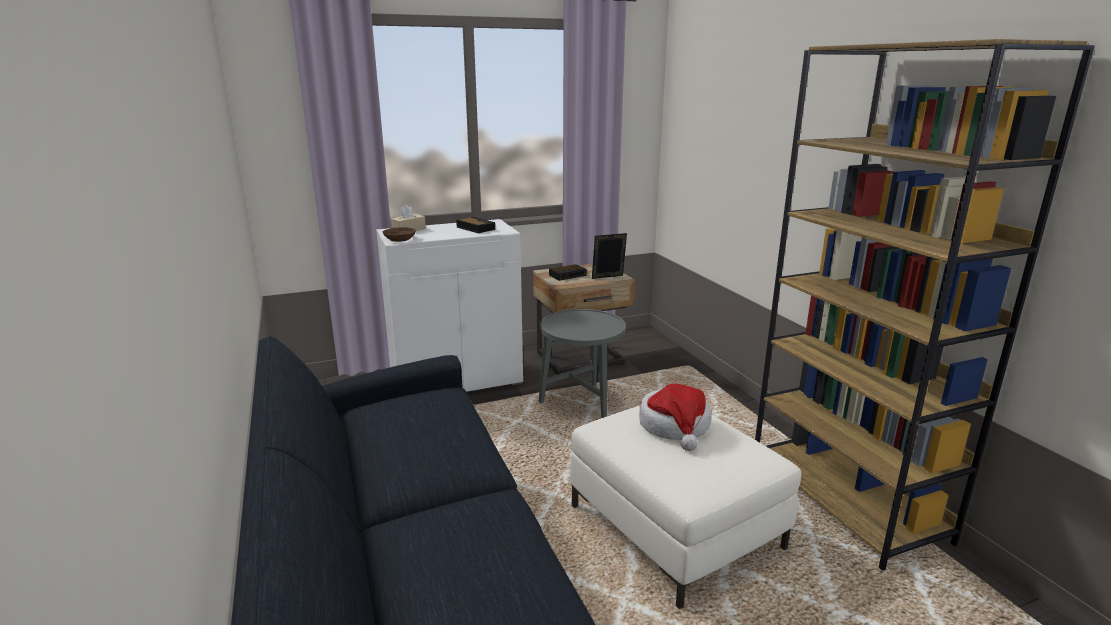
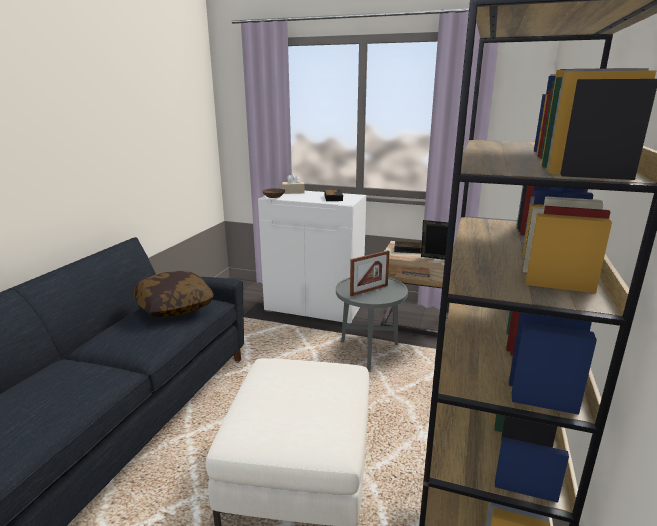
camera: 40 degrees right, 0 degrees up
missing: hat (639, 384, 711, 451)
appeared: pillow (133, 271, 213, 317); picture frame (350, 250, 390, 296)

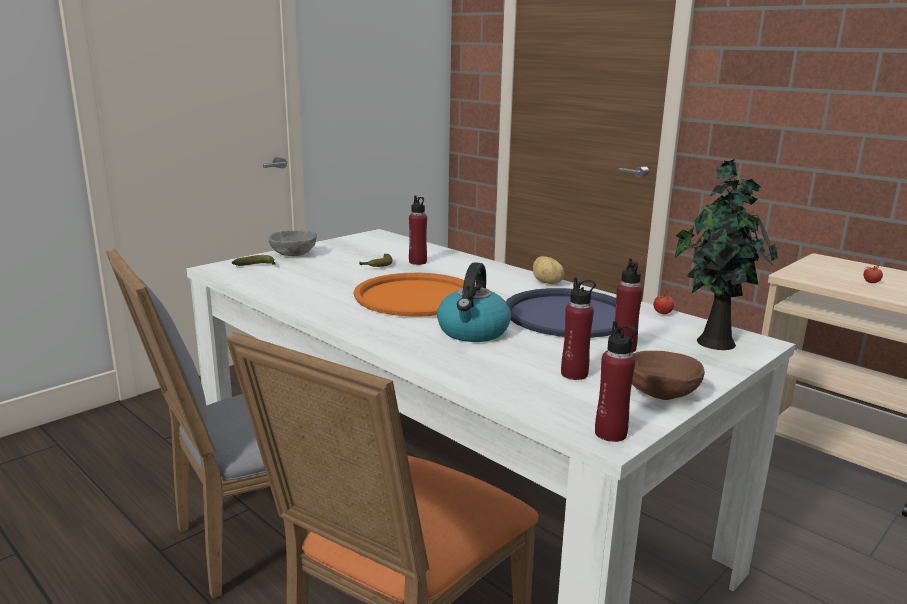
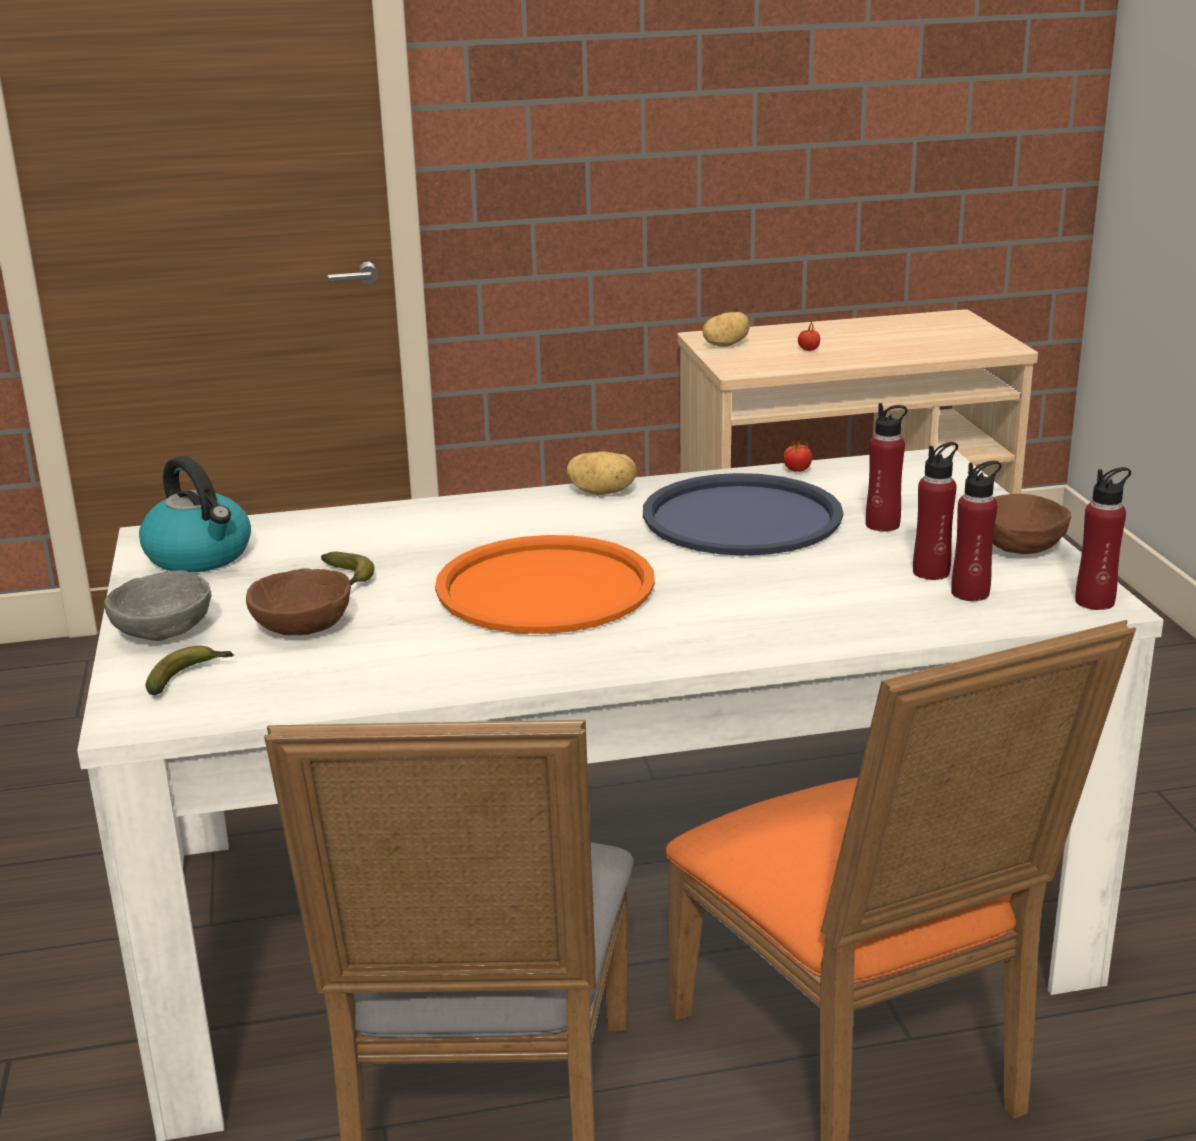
camera: 55 degrees left, 5 degrees up
missing: potted plant (674, 159, 778, 350)
appeared: bowl (brown) (246, 568, 351, 635); potato (702, 312, 750, 347)
relocated: bottle (red) (409, 196, 427, 265) to (951, 461, 1002, 601); kettle (437, 262, 511, 342) to (139, 456, 251, 573)

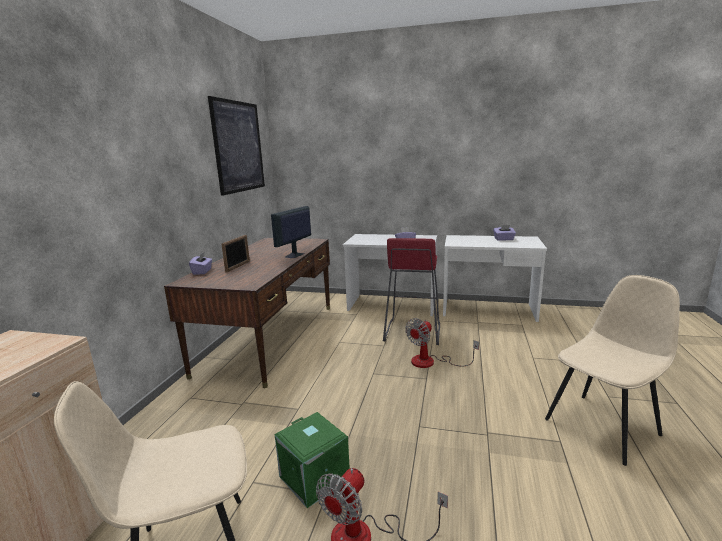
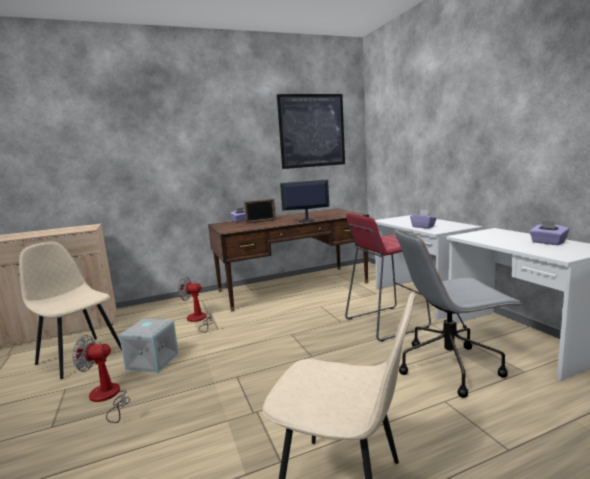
camera: 55 degrees right, 5 degrees down
appeared: office chair (grey) (394, 228, 522, 398)
relocated: fan (405, 318, 479, 368) to (178, 277, 212, 333)
colour: storage box (green) (275, 412, 350, 508) to storage box (grey) (119, 319, 179, 373)

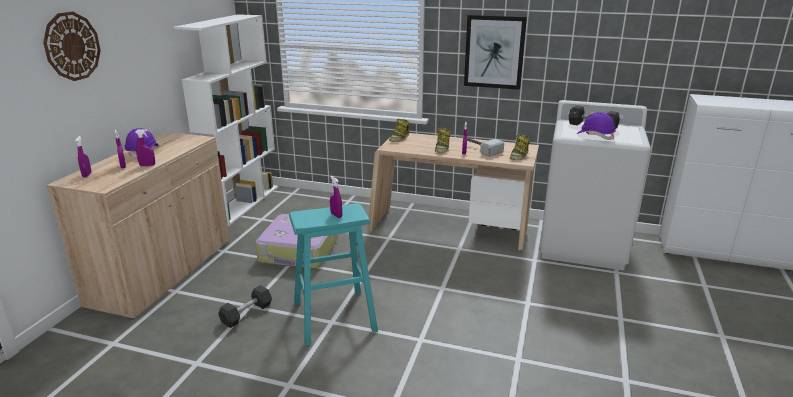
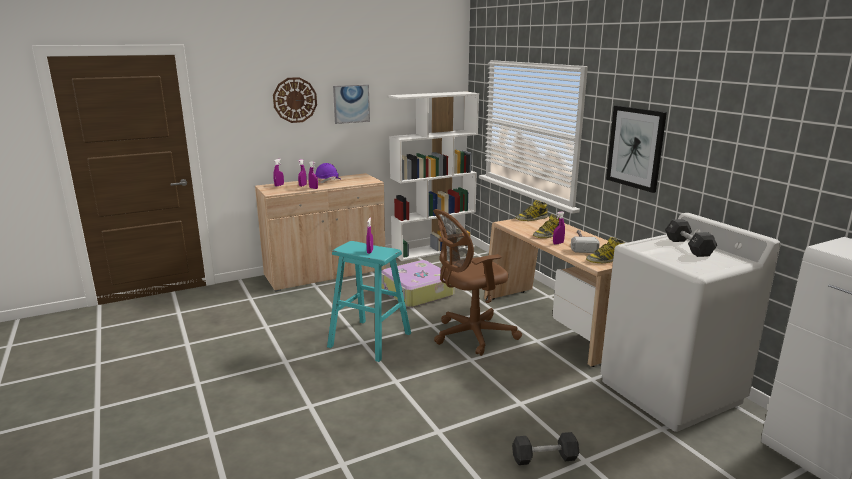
camera: 45 degrees right, 5 degrees down
missing: hard hat (purple) (577, 112, 616, 140)
appeared: picture (333, 84, 370, 124); office chair (brown) (433, 209, 522, 356)
relocated: dumbbell (black) (218, 285, 272, 328) to (512, 432, 579, 465)

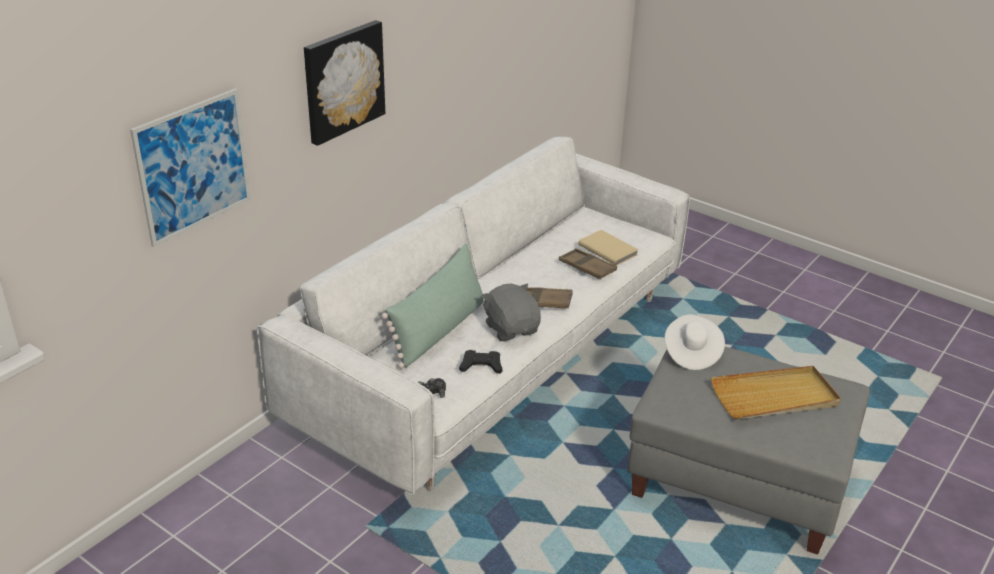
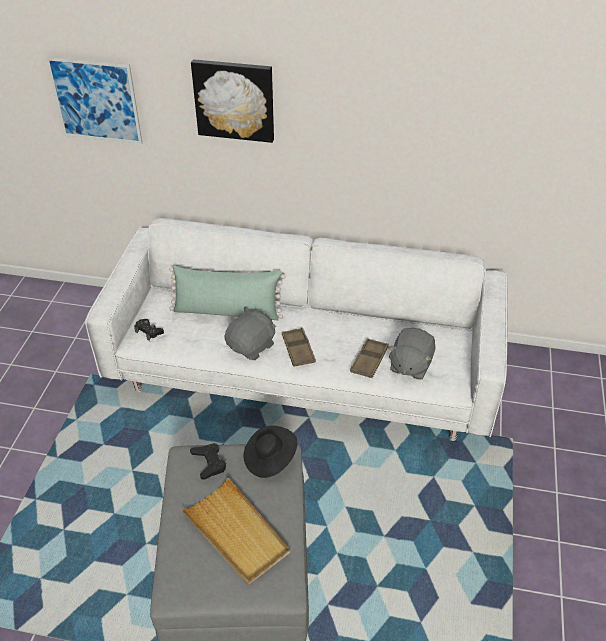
camera: 65 degrees right, 10 degrees up
relocated: game controller (black) (459, 350, 503, 374) to (190, 443, 226, 480)
exchanged: book (beige) (578, 230, 638, 266) to plush toy (grey) (388, 328, 436, 379)
colour: hat (white) (665, 314, 725, 370) to hat (black) (243, 426, 297, 478)

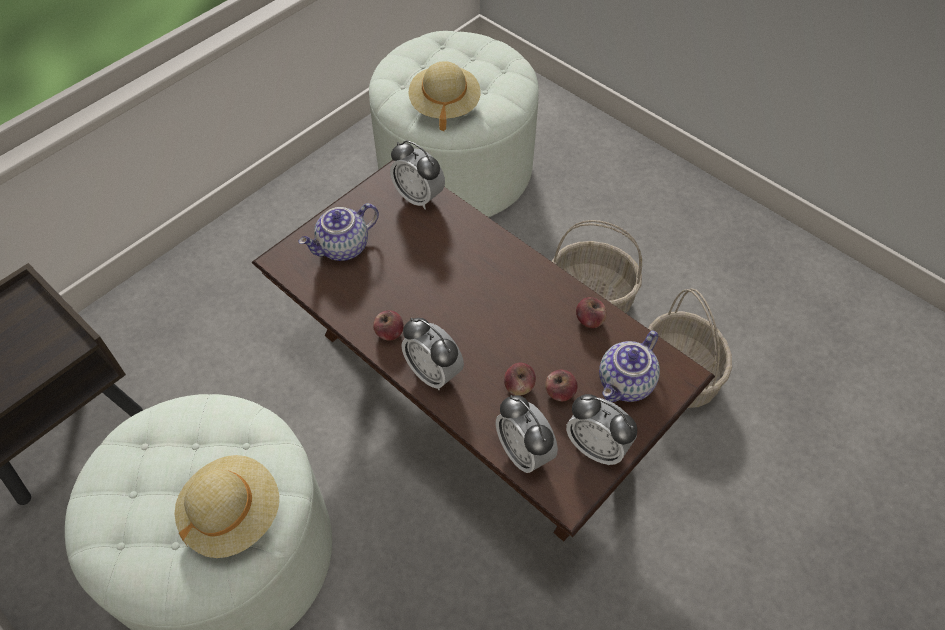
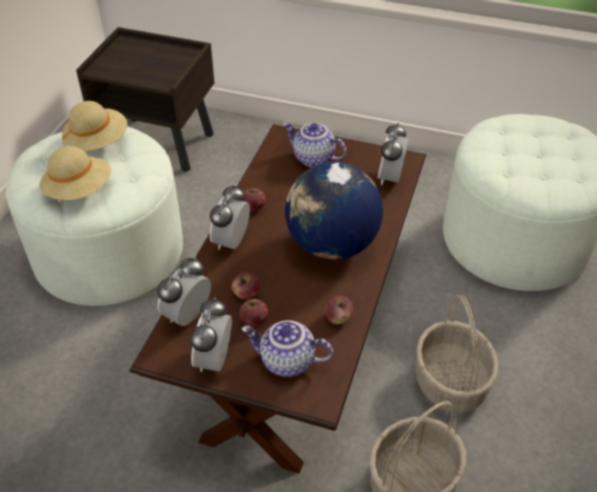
camera: 65 degrees right, 10 degrees down
appeared: globe (285, 162, 383, 260)
relocated: hat (beige) (409, 61, 480, 131) to (62, 101, 127, 151)

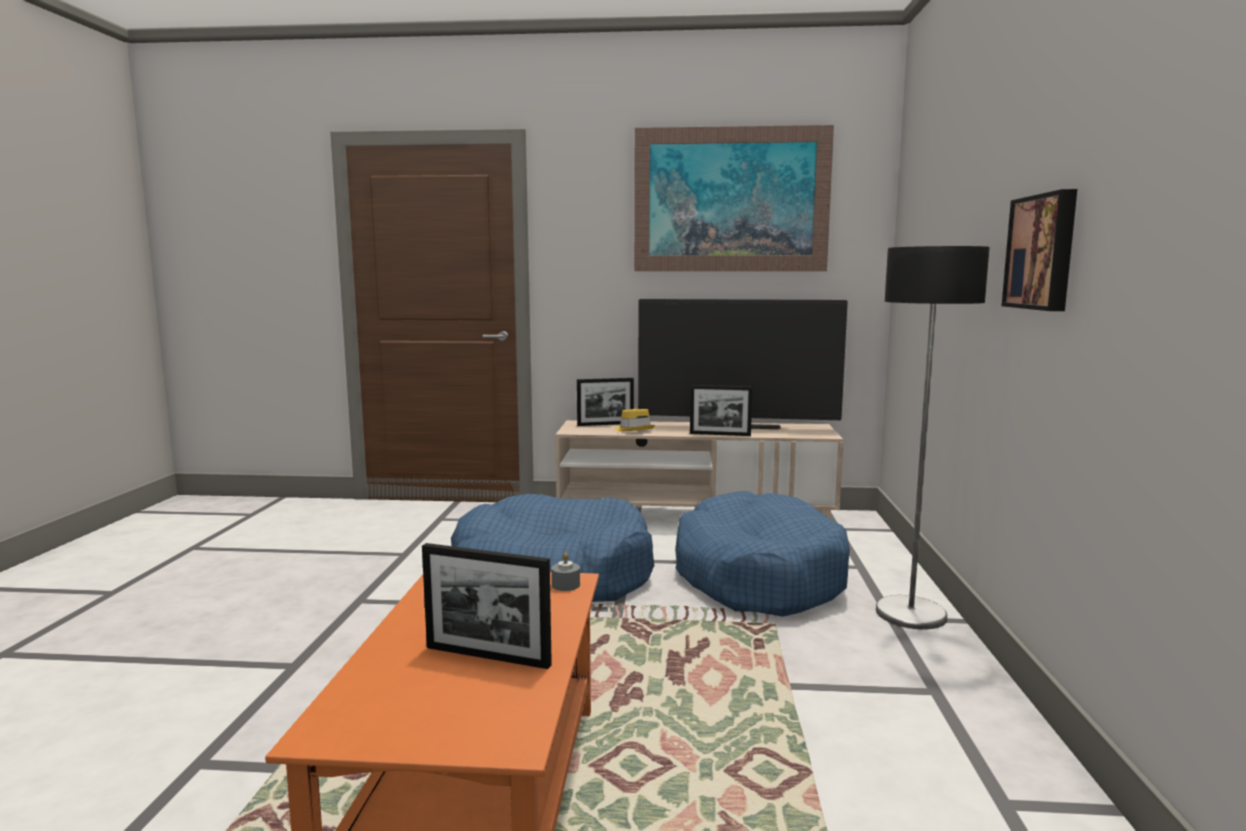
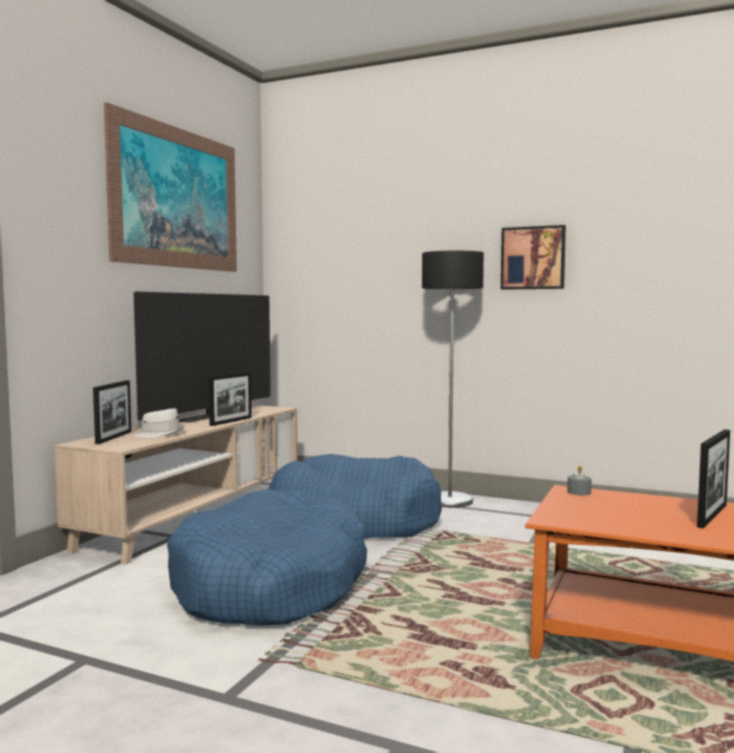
camera: 70 degrees left, 5 degrees down
colour: hat (yellow) (615, 409, 655, 431) to hat (white) (134, 408, 185, 438)

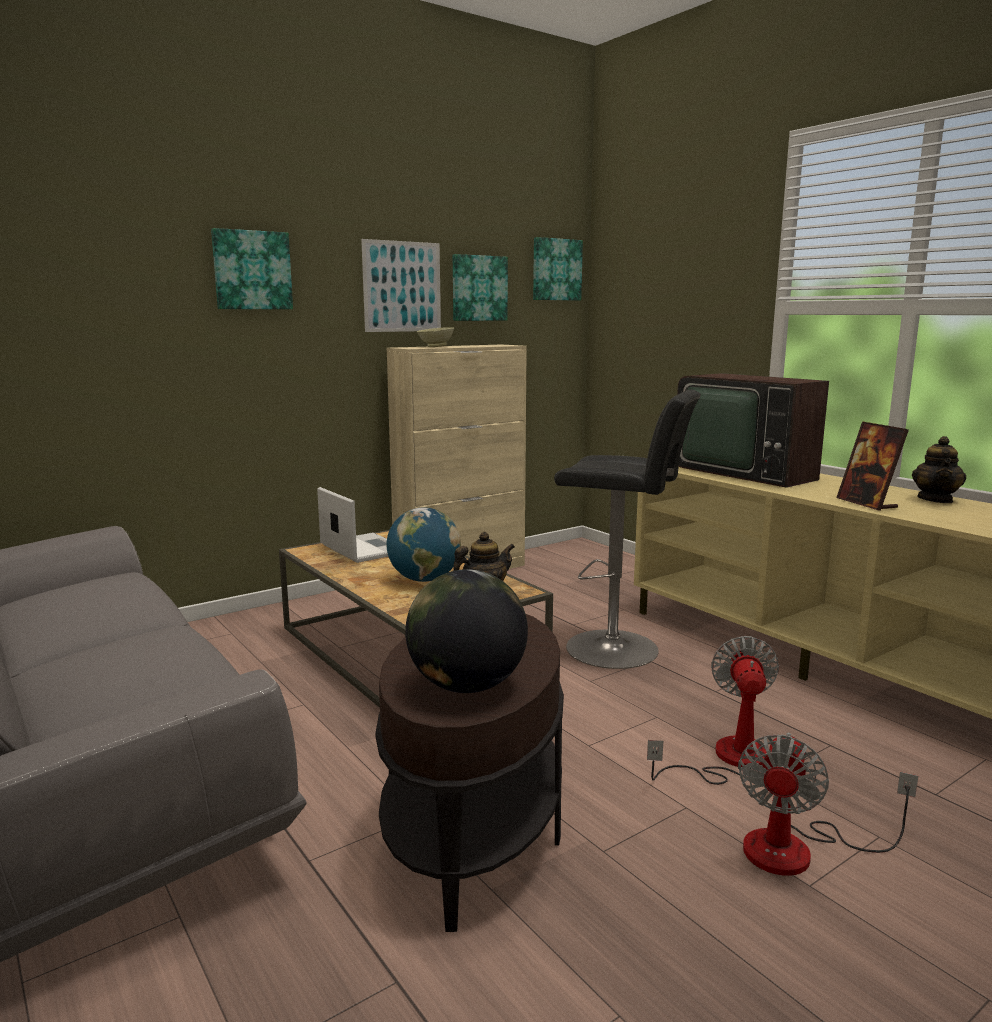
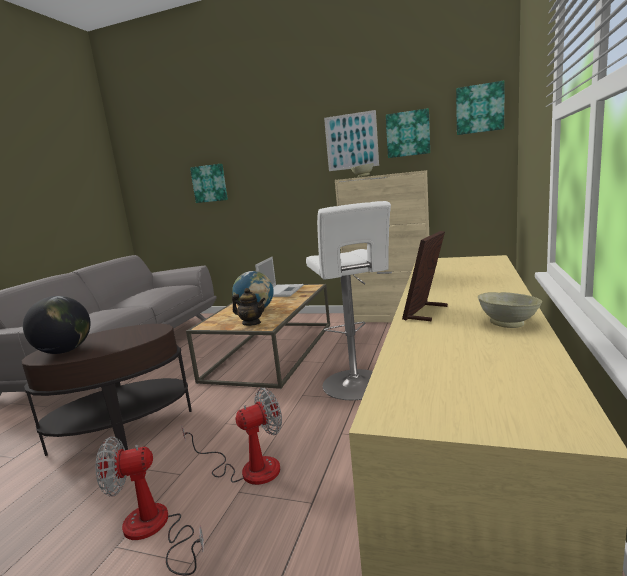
camera: 55 degrees right, 0 degrees up
missing: television (677, 373, 829, 488)
relocated: picture (211, 228, 293, 309) to (190, 164, 228, 203)
exchanged: teapot (912, 436, 966, 503) to bowl (beige) (478, 292, 542, 328)
colour: stool (black) (554, 389, 701, 669) to stool (white) (306, 201, 391, 400)

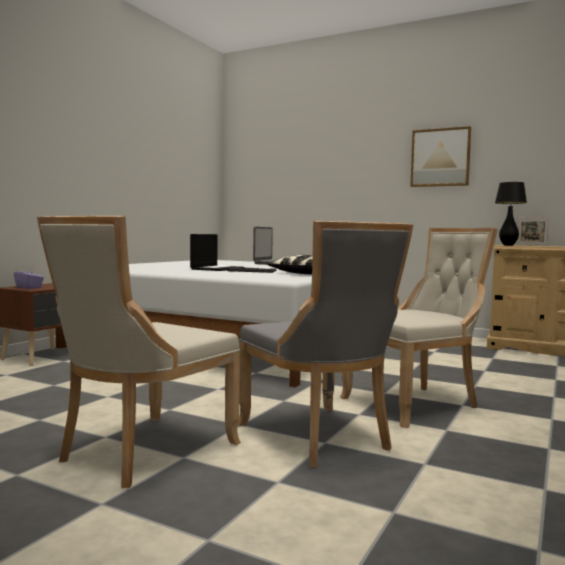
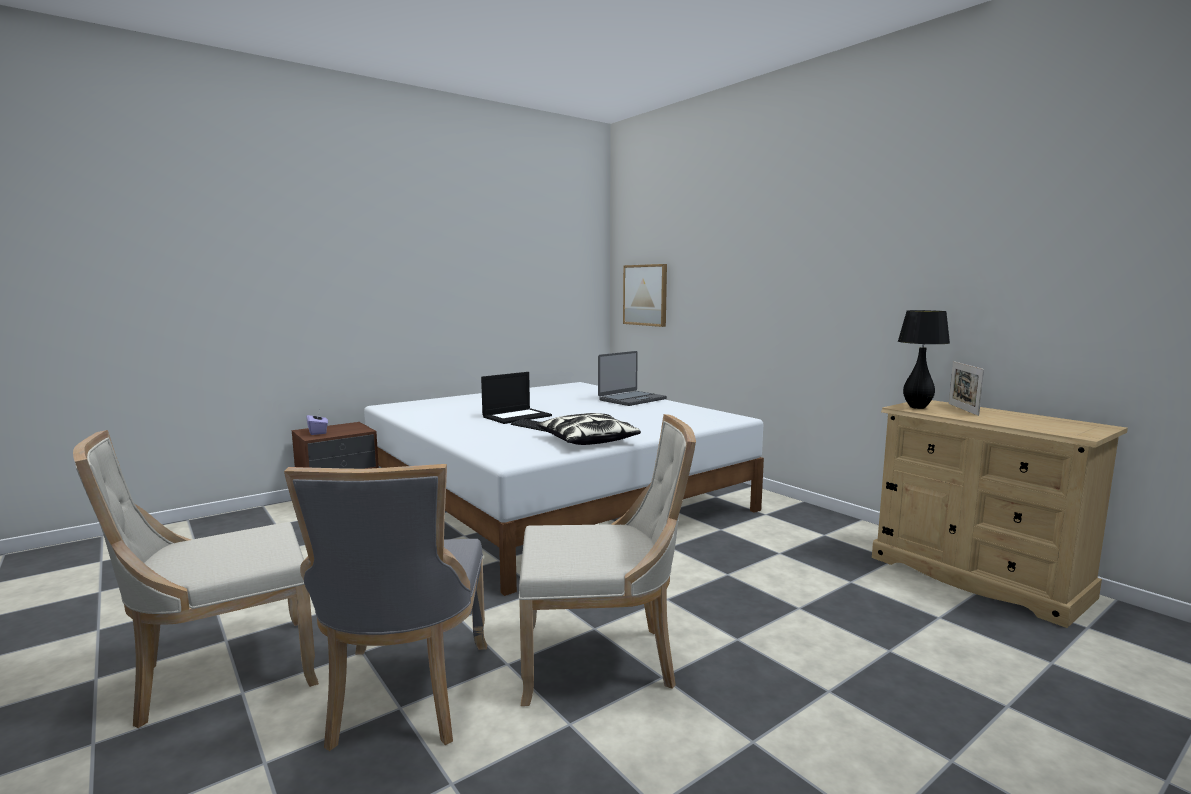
camera: 25 degrees right, 5 degrees up
relocated: picture (410, 126, 471, 187) to (623, 264, 667, 327)

